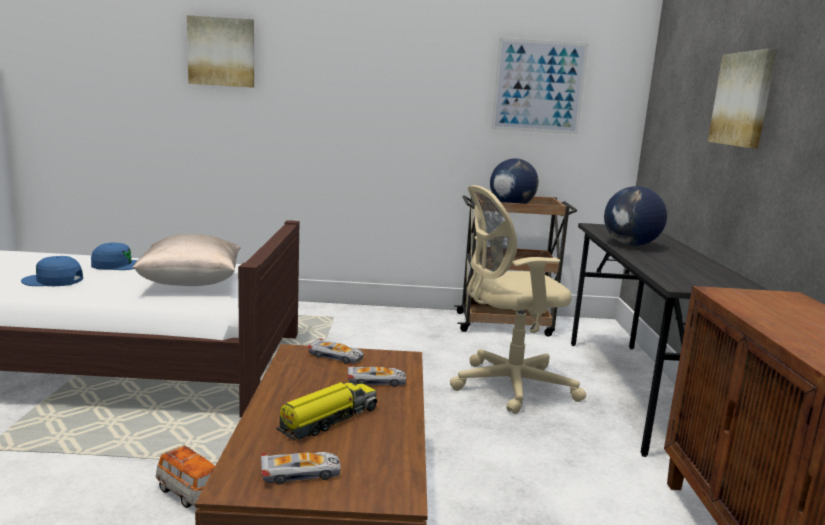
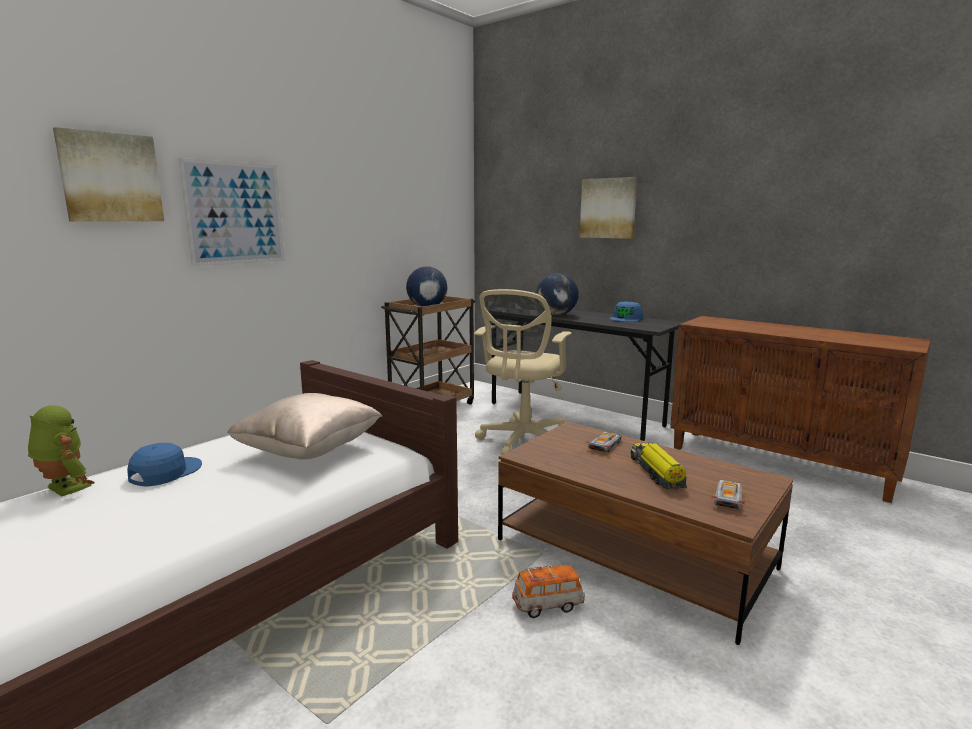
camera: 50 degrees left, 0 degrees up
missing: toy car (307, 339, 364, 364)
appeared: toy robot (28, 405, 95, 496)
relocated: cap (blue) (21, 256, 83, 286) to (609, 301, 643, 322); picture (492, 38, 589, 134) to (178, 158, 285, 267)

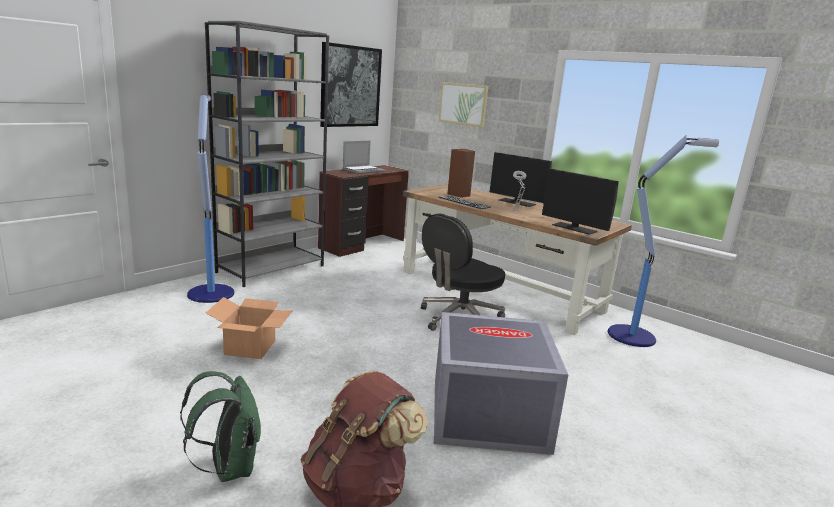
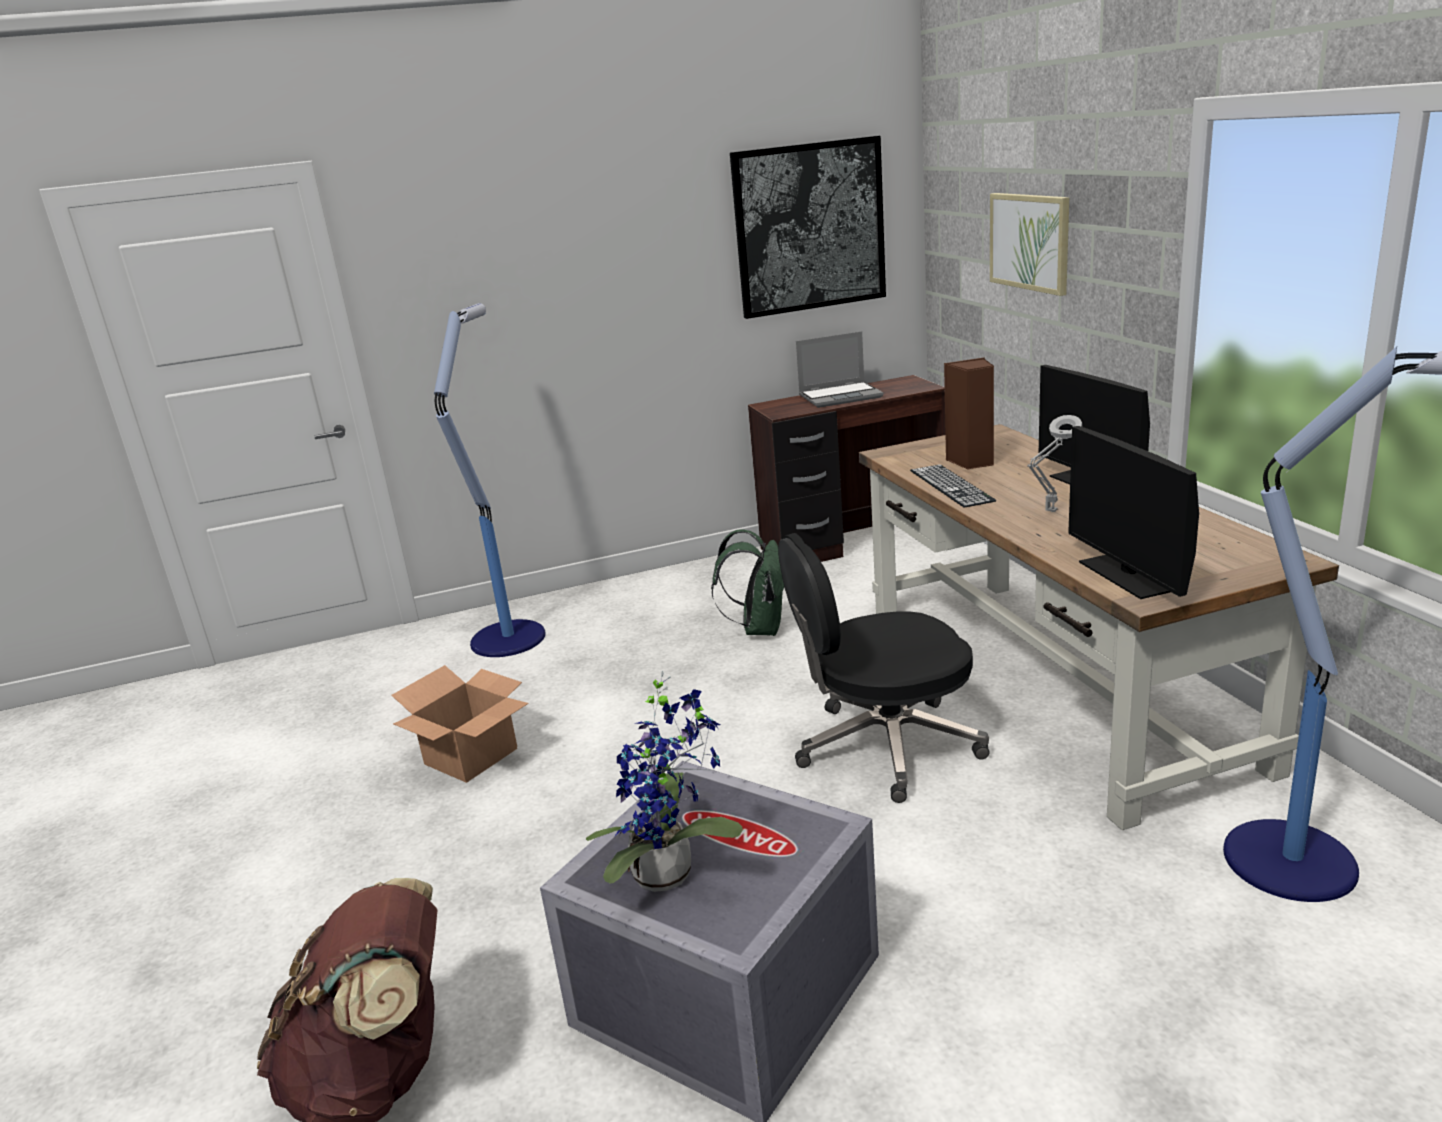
camera: 35 degrees right, 5 degrees up
missing: bookcase (grey) (205, 21, 329, 287)
appeared: potted plant (586, 671, 743, 892)
relocated: backpack (green) (180, 371, 261, 482) to (711, 529, 784, 636)

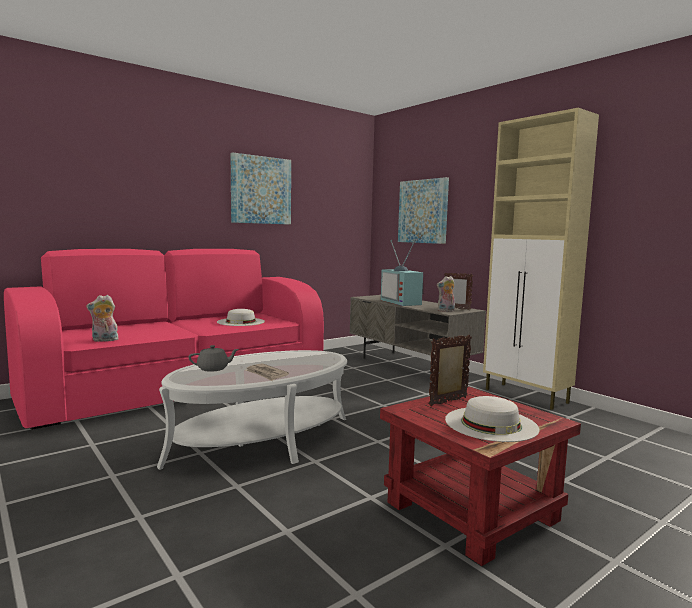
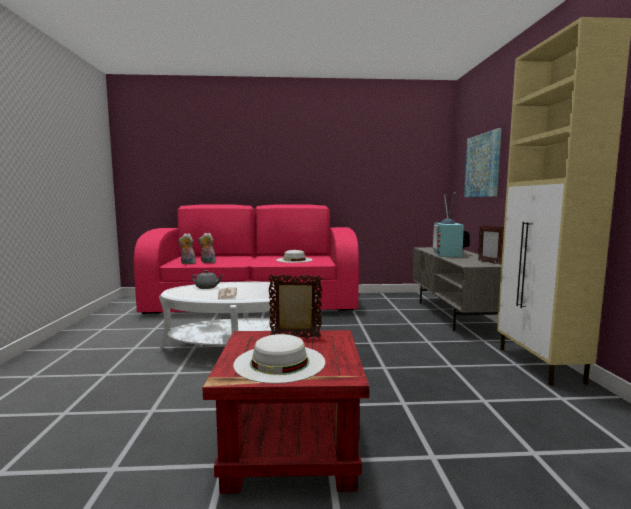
camera: 35 degrees right, 0 degrees up
missing: picture (231, 152, 291, 225)
relocated: plush toy (437, 276, 455, 312) to (198, 233, 217, 263)

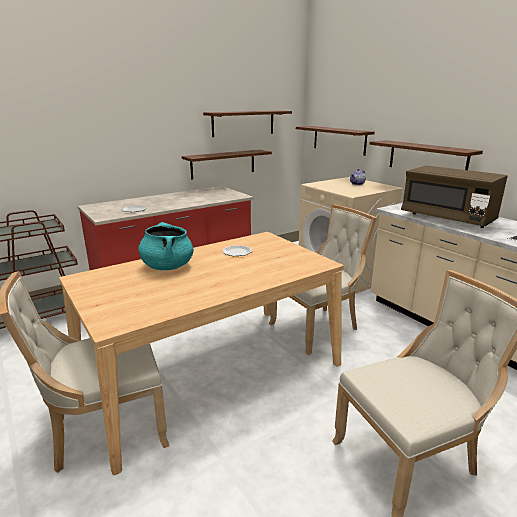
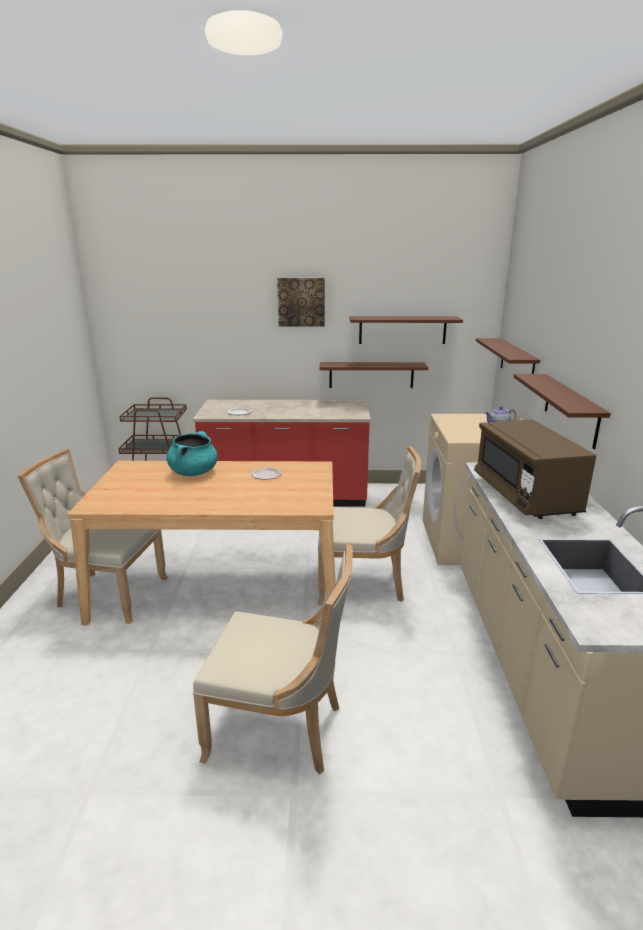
camera: 35 degrees right, 0 degrees up
appeared: picture (277, 278, 325, 327)

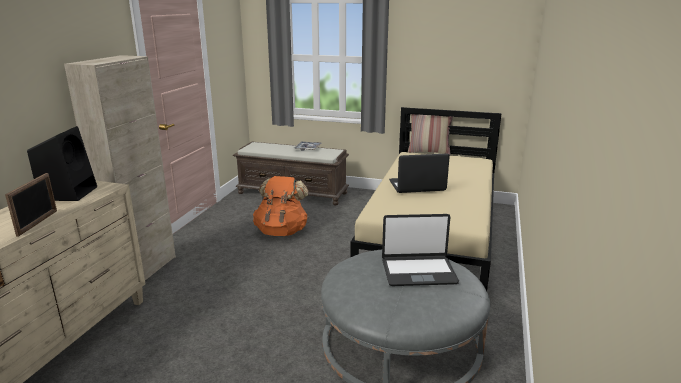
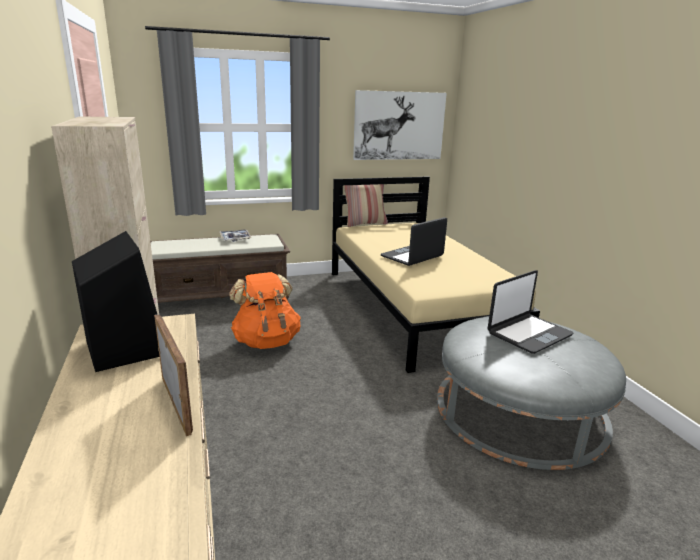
camera: 35 degrees left, 0 degrees up
appeared: picture (353, 90, 447, 160)

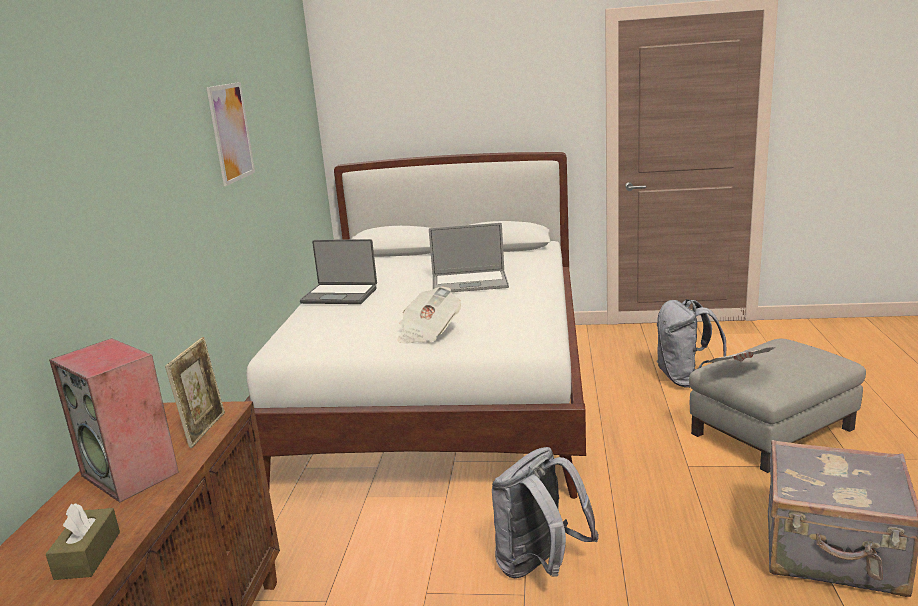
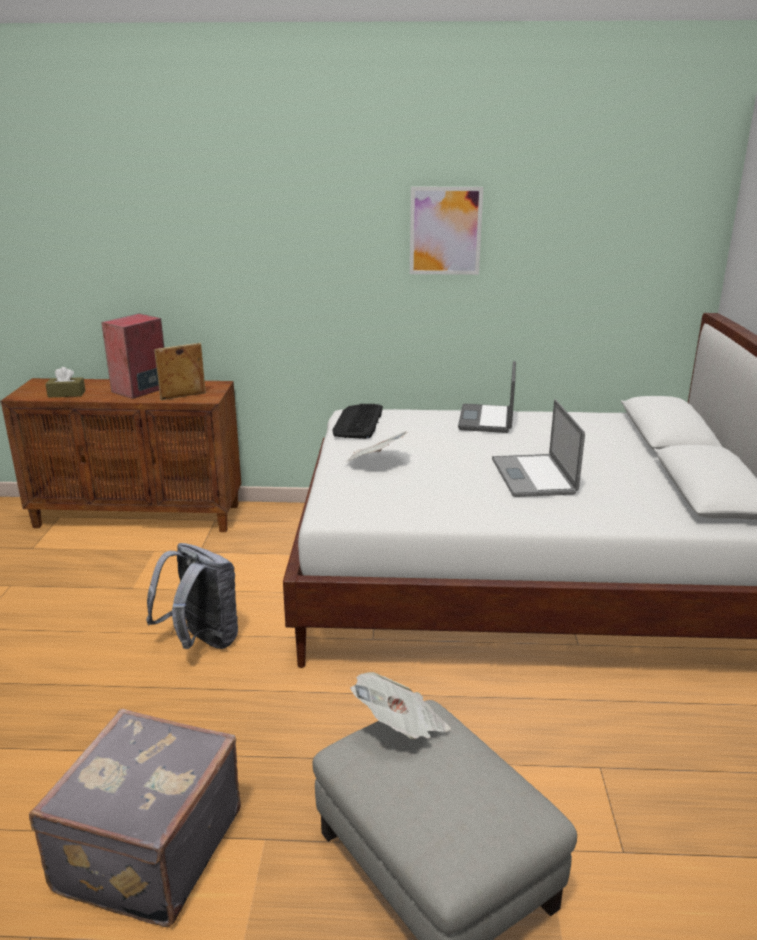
camera: 85 degrees right, 5 degrees up
missing: backpack (grey) (657, 299, 726, 388)
appeared: keyboard (332, 404, 383, 439)
spun: picture frame (165, 337, 225, 448) = (154, 343, 206, 400) 150 degrees clockwise

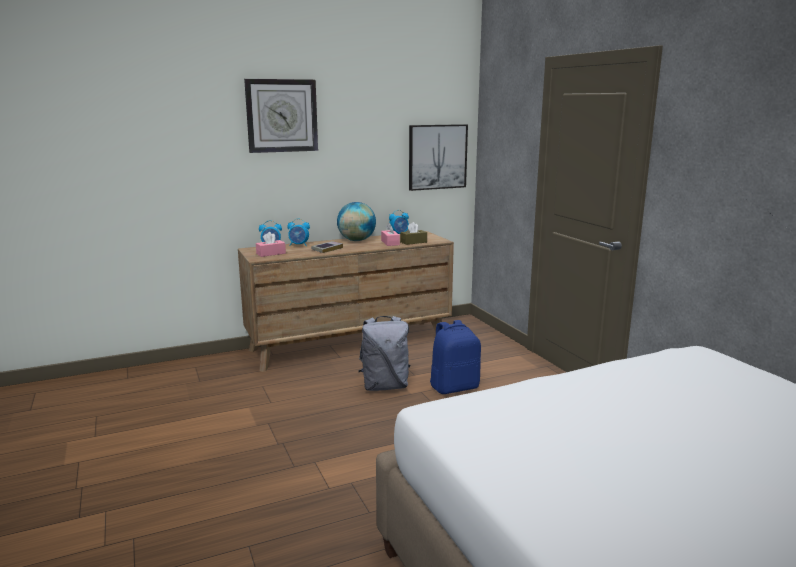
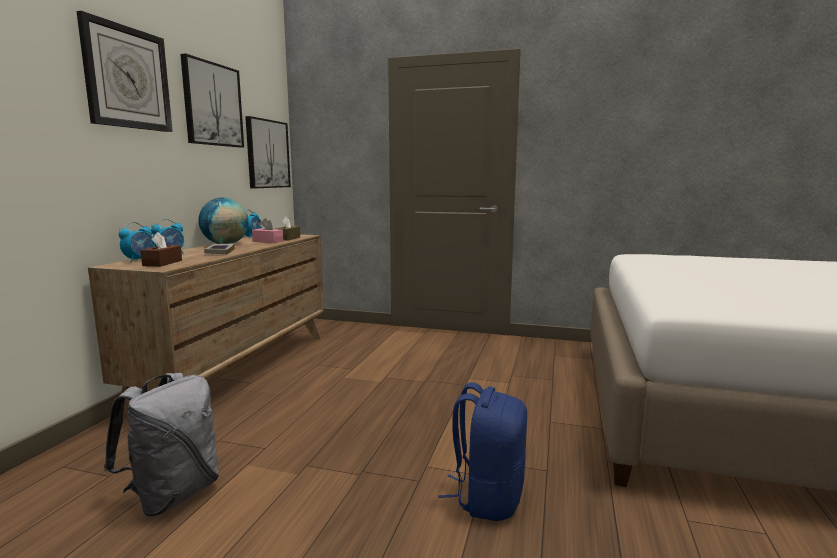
camera: 50 degrees left, 5 degrees down
appeared: picture (180, 54, 244, 148)
relocated: backpack (grey) (359, 316, 410, 391) to (104, 373, 219, 517); backpack (blue) (430, 320, 481, 394) to (439, 383, 527, 521)
colour: tissue box (pink) (256, 232, 286, 257) to tissue box (brown) (140, 232, 182, 267)

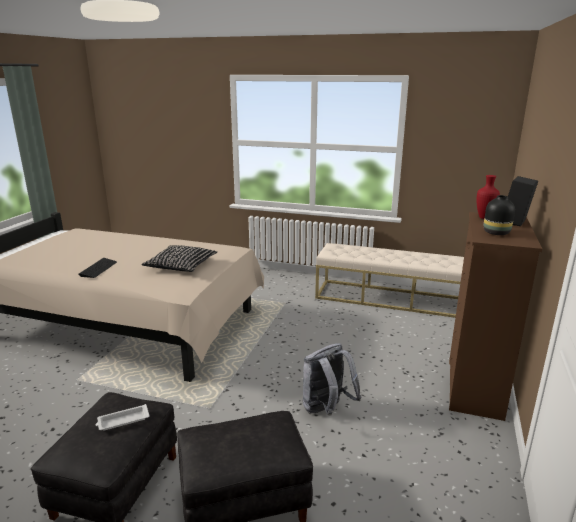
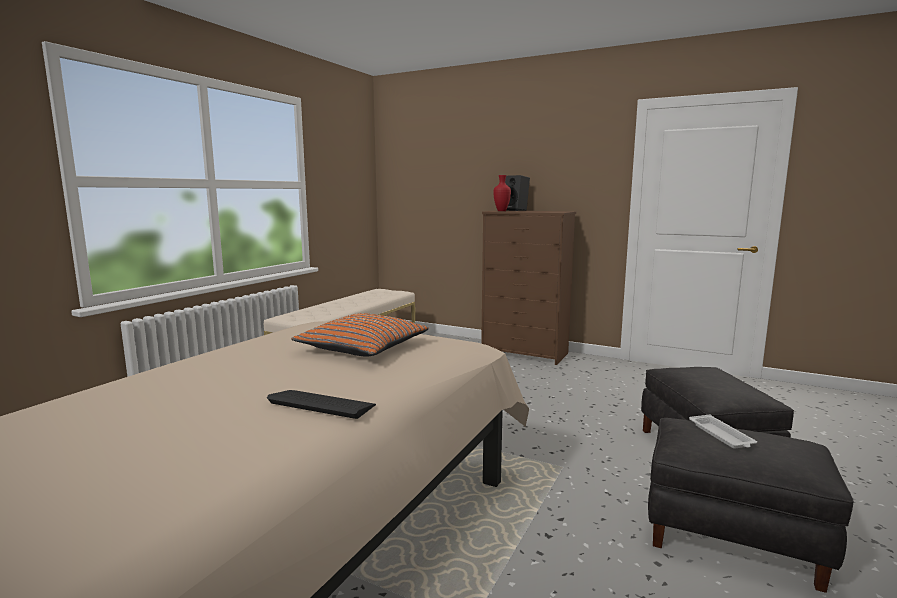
camera: 80 degrees left, 10 degrees down
missing: backpack (grey) (303, 343, 361, 416); vase (black) (484, 195, 515, 235)
colour: pillow (black) (141, 245, 217, 272) to pillow (orange) (291, 313, 429, 357)

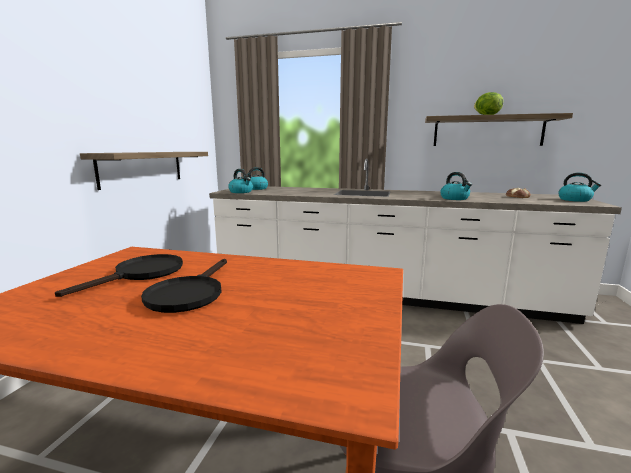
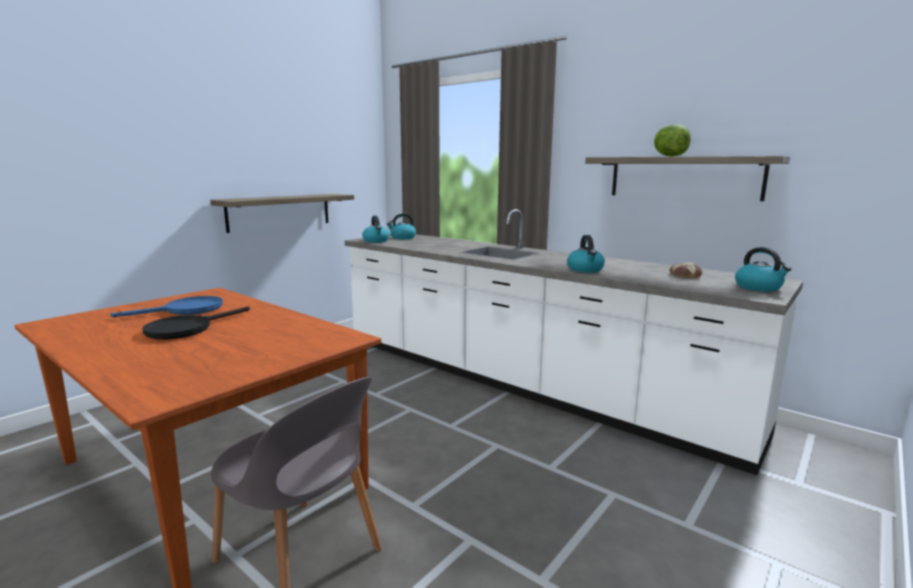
camera: 25 degrees right, 0 degrees up
colour: frying pan (black) (55, 254, 183, 297) to frying pan (blue) (110, 296, 223, 317)

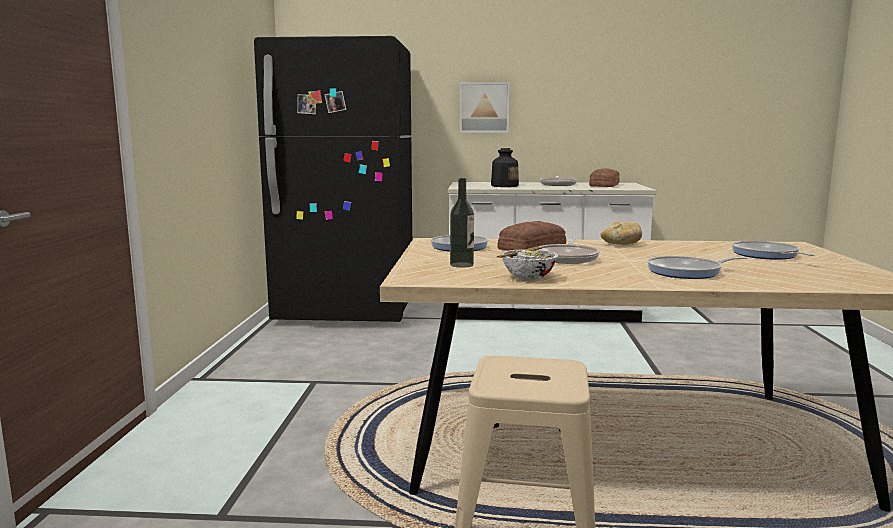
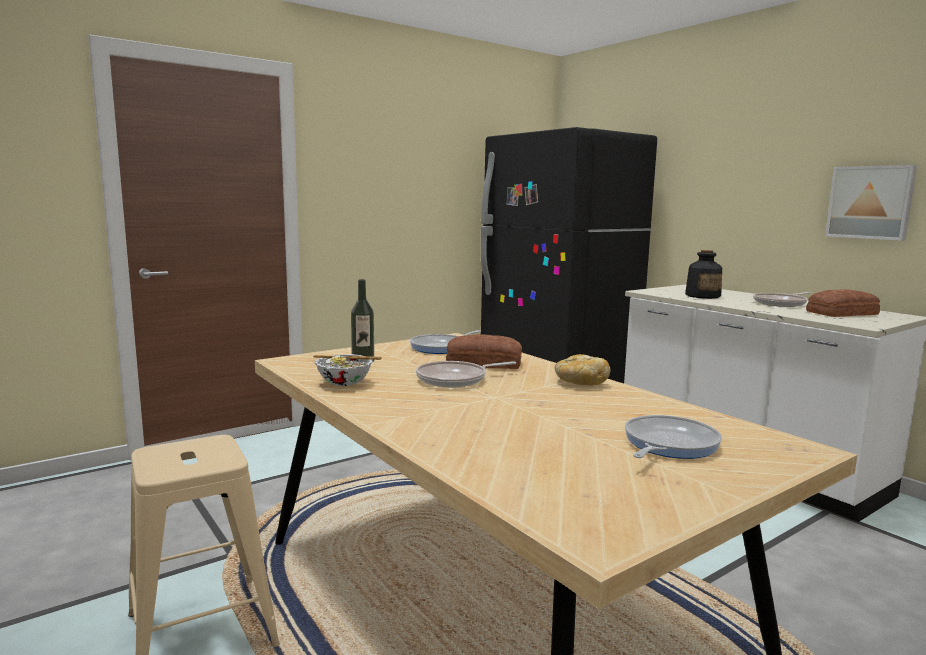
camera: 50 degrees right, 0 degrees up
missing: frying pan (647, 256, 747, 279)
relocated: picture (460, 82, 510, 133) to (825, 165, 917, 241)

